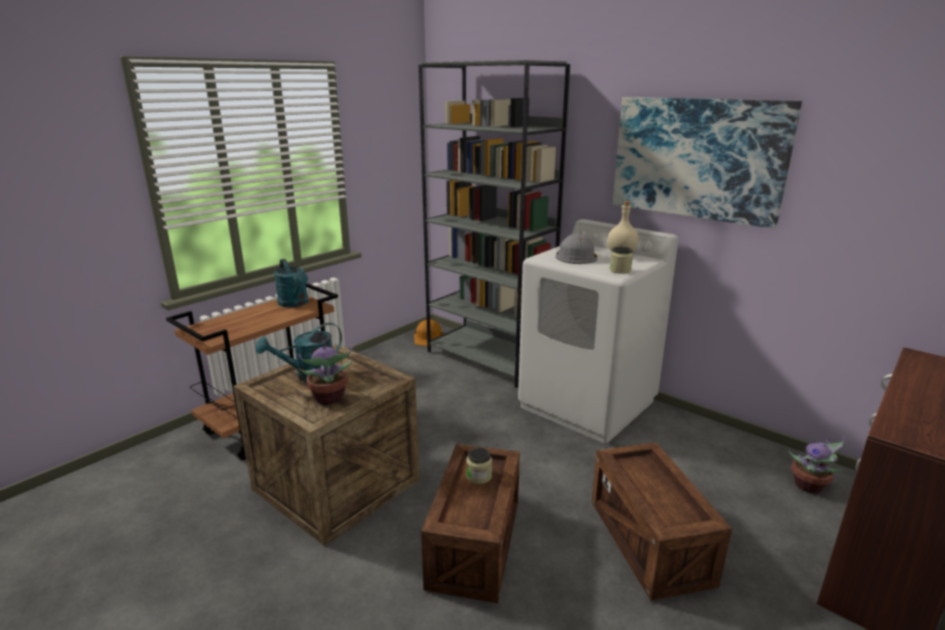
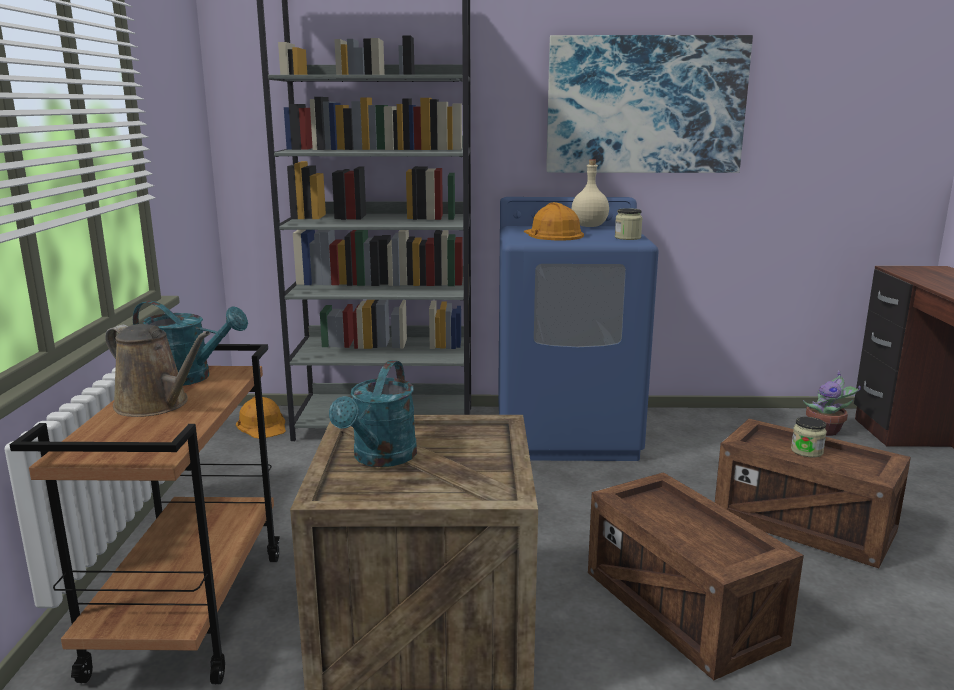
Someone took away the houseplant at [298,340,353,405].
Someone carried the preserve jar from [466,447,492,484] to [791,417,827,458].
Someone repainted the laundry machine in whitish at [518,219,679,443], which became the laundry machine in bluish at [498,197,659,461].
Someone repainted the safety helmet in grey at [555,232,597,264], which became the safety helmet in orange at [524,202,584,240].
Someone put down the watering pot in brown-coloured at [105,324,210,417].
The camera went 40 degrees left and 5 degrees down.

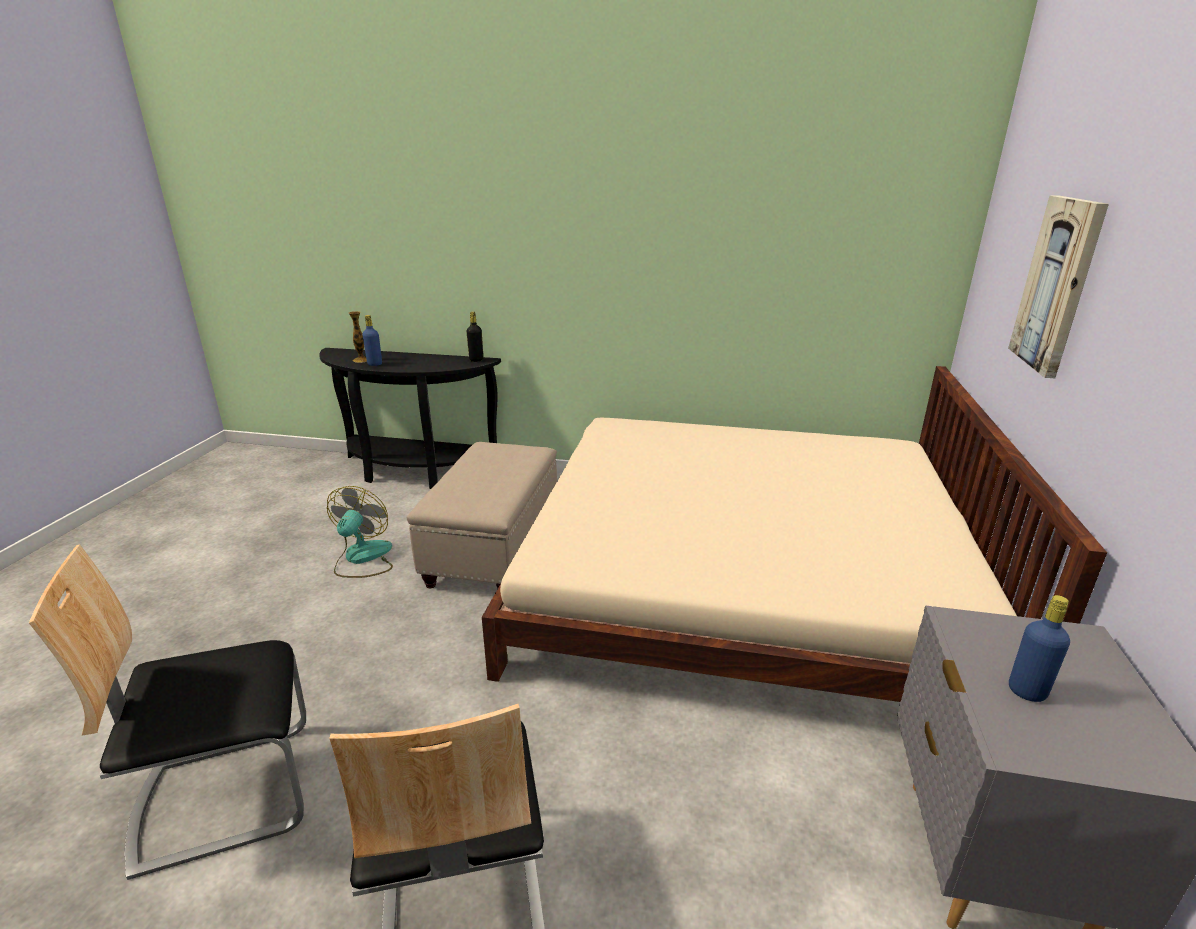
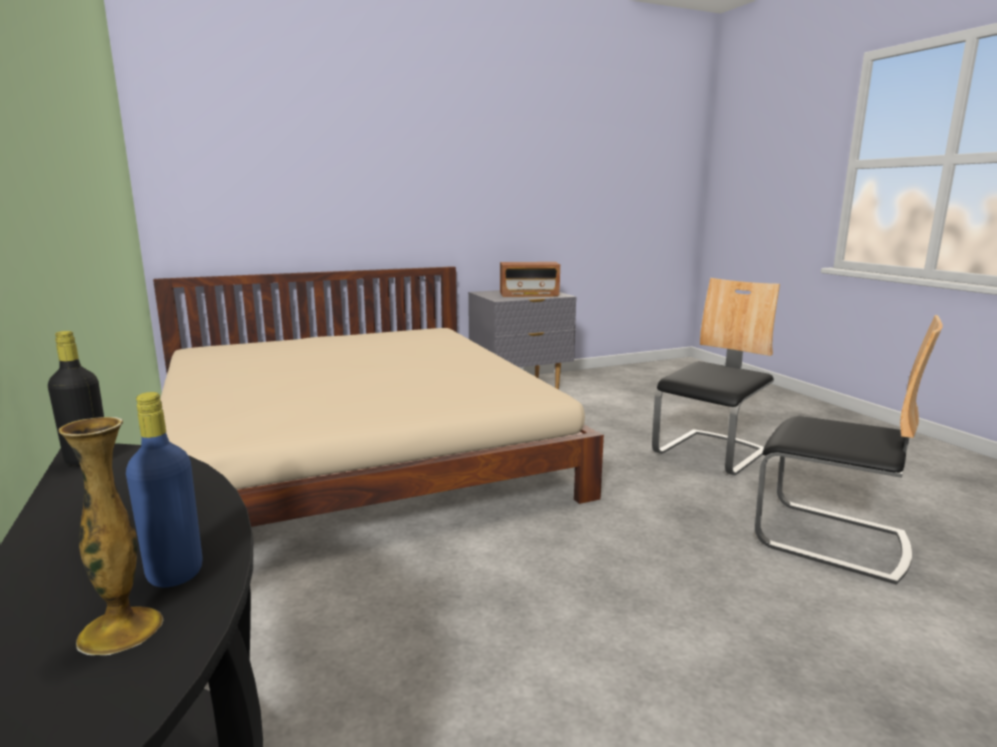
Someone took away the electric fan at [327,486,393,578].
Someone took away the footrest in sand-coloured at [406,442,557,589].
Someone took away the picture at [1008,195,1109,378].
Someone swapped the beverage bottle in bluish at [1009,595,1070,702] for the radio at [500,262,560,297].
The camera went 125 degrees left and 10 degrees down.

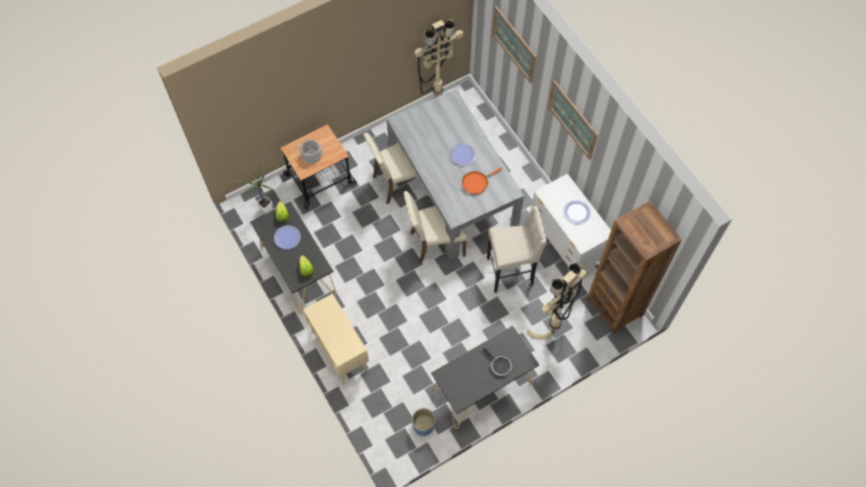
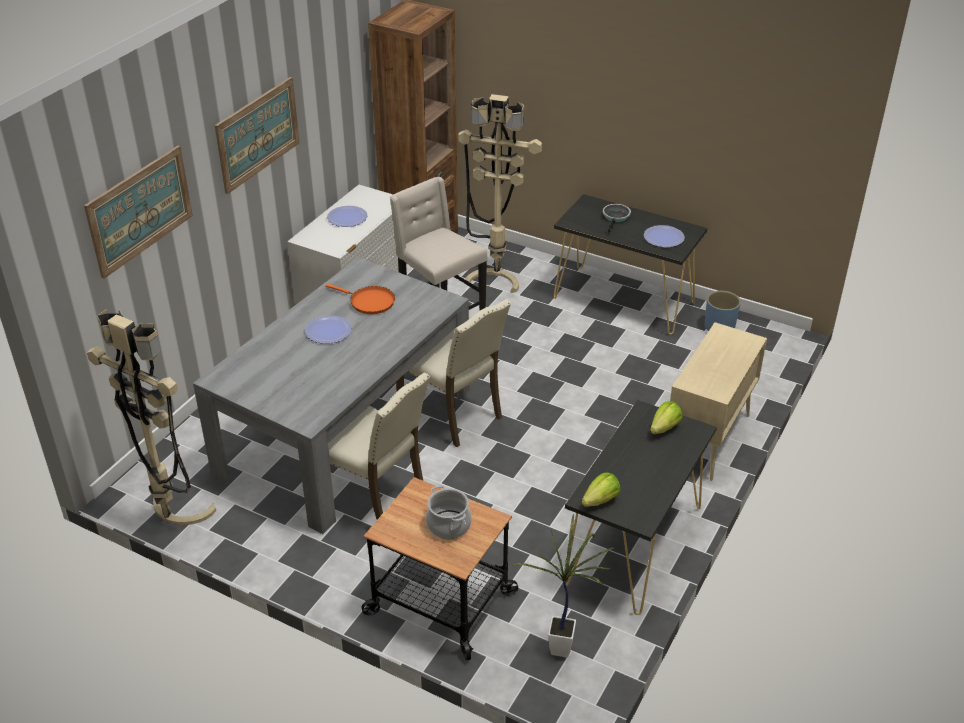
Someone carried the plate from [274,226,301,249] to [644,225,685,247].
The camera went 120 degrees left and 25 degrees down.

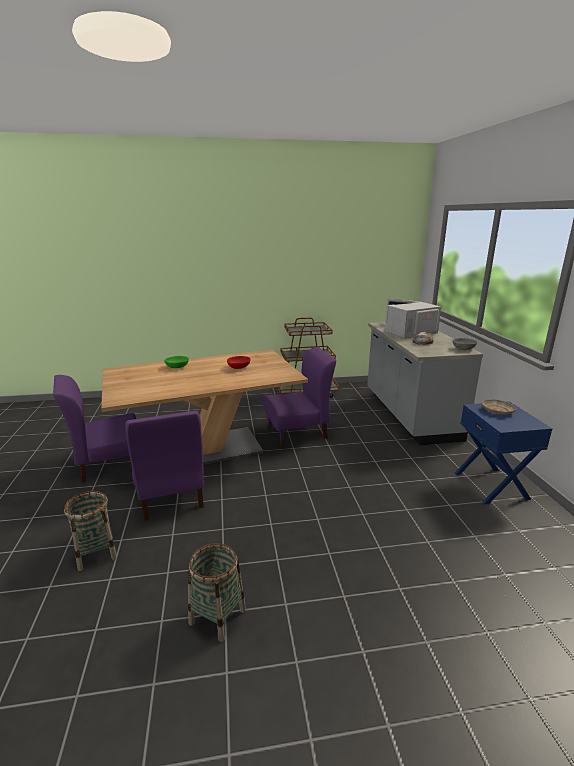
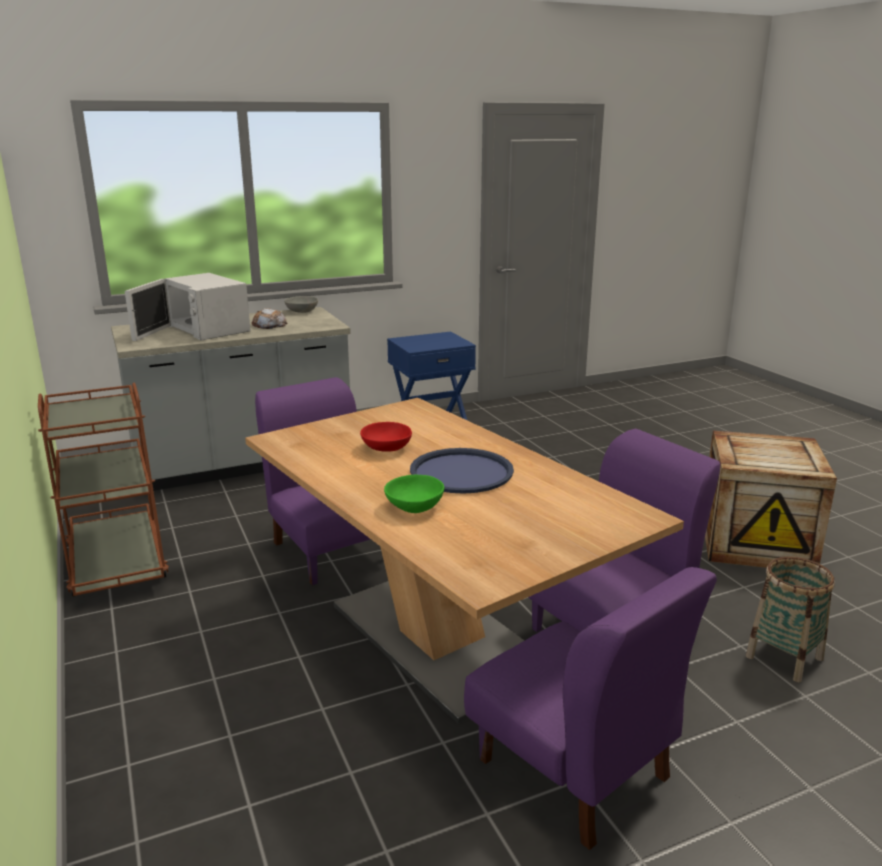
Someone swapped the basket at [188,543,246,642] for the shipping crate at [705,431,837,568].
Someone took away the plate in sand-coloured at [482,399,516,415].
Someone put down the carrying tray in bluish at [410,448,514,494].
The camera went 105 degrees left and 0 degrees up.

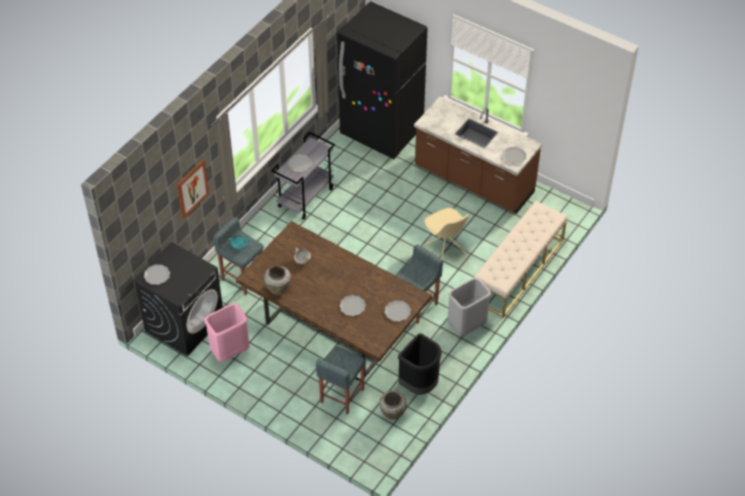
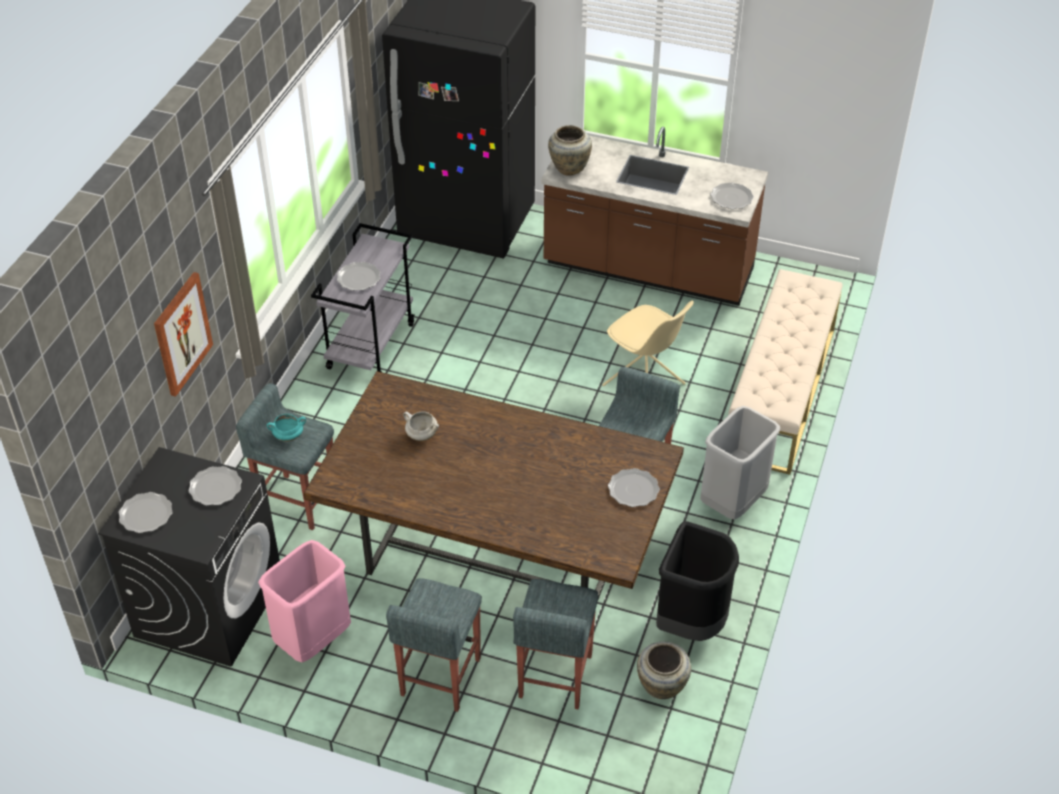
Someone carried the flower vase in sand-coloured from [264,265,291,295] to [548,125,592,176].
Someone carried the plate from [339,295,366,316] to [188,466,242,506].
Someone put down the sitting stool in grey at [386,578,482,712].
The camera went 15 degrees left and 5 degrees down.

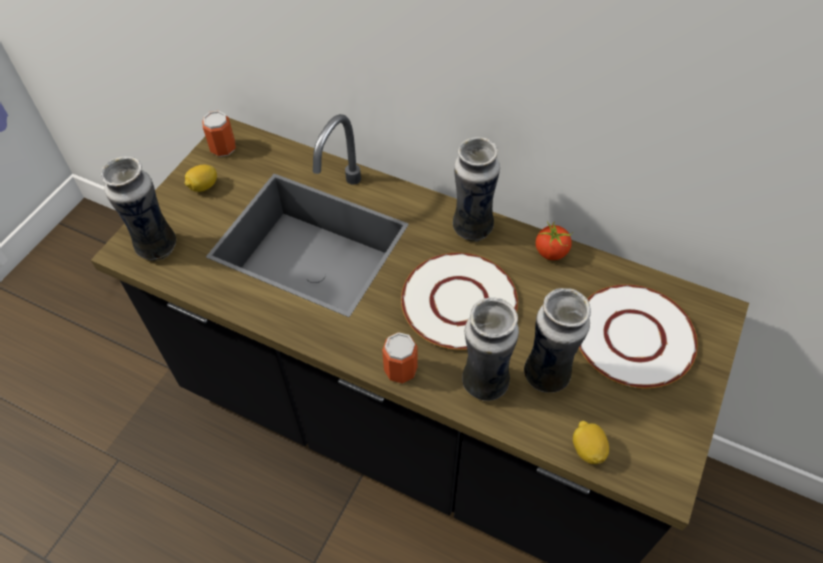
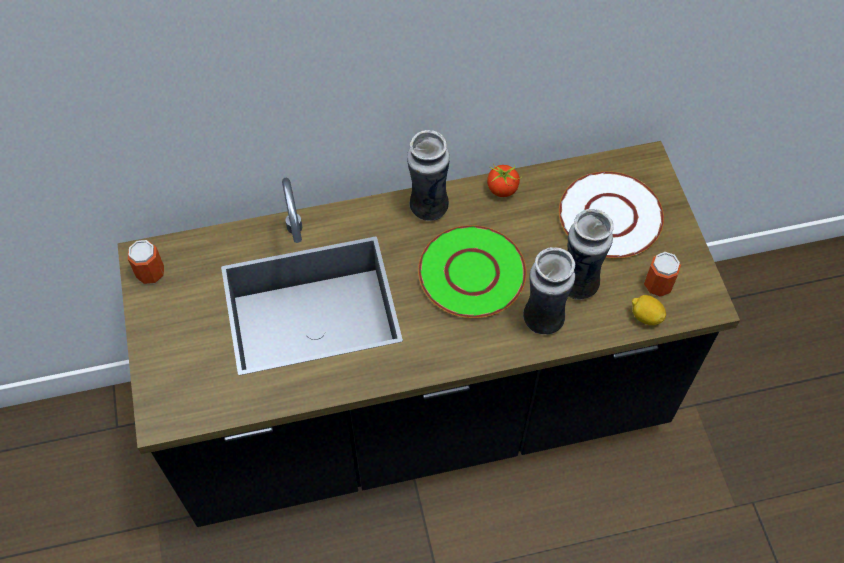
Someone took away the flower vase at [100,157,176,261].
Someone took away the lemon at [185,165,217,192].
Someone carried the metal can from [382,332,418,383] to [644,252,681,297].
Someone repainted the plate in whitish at [401,253,518,350], which became the plate in green at [418,225,526,318].
The camera went 40 degrees left and 5 degrees up.

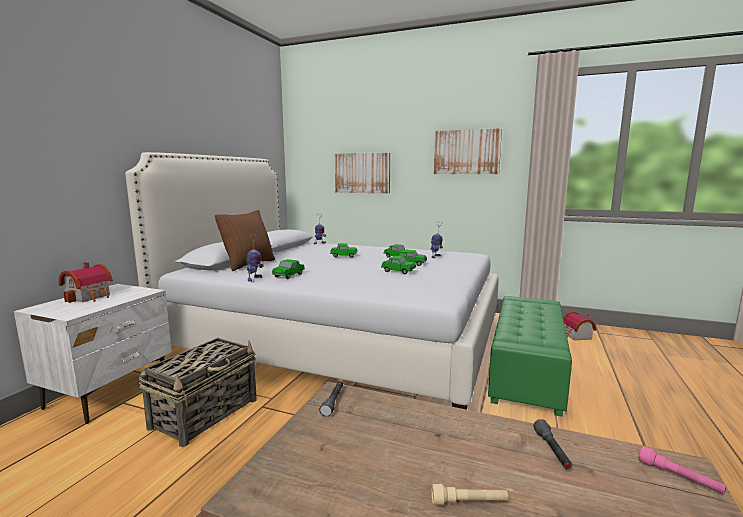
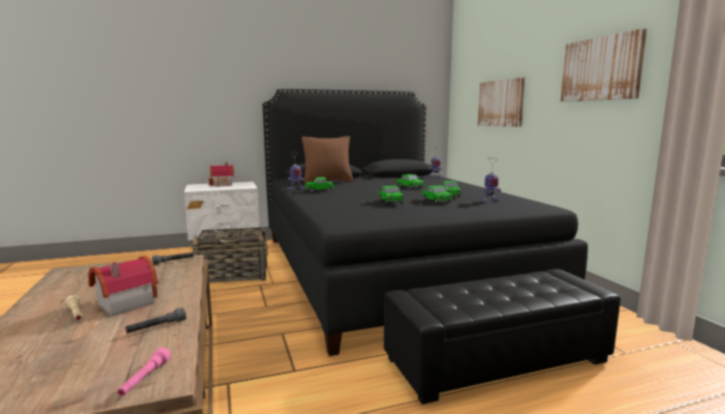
Someone repainted the bed in whitish at [125,152,498,410], which became the bed in blackish at [263,89,588,356].
Someone repainted the footrest in green at [488,296,572,417], which became the footrest in blackish at [384,269,621,404].
Someone carried the miniature house from [563,312,597,341] to [88,256,158,316].
The camera went 50 degrees right and 0 degrees up.

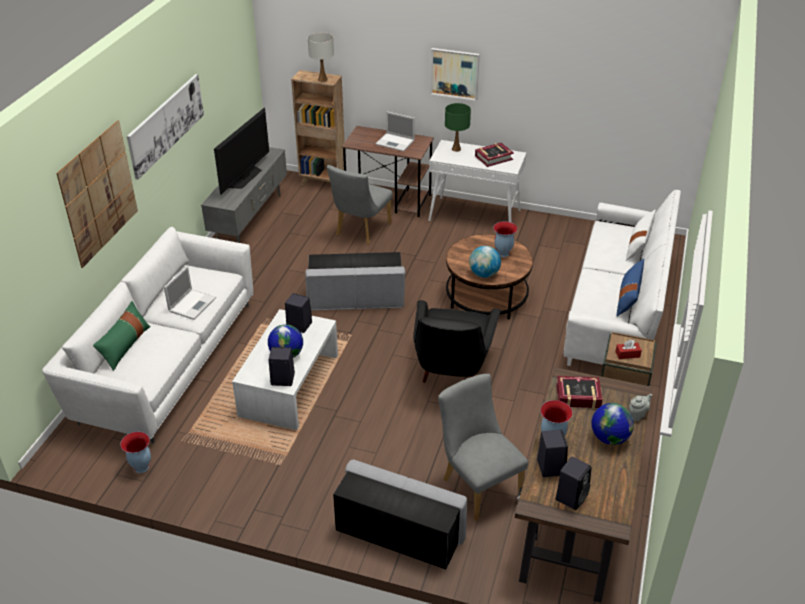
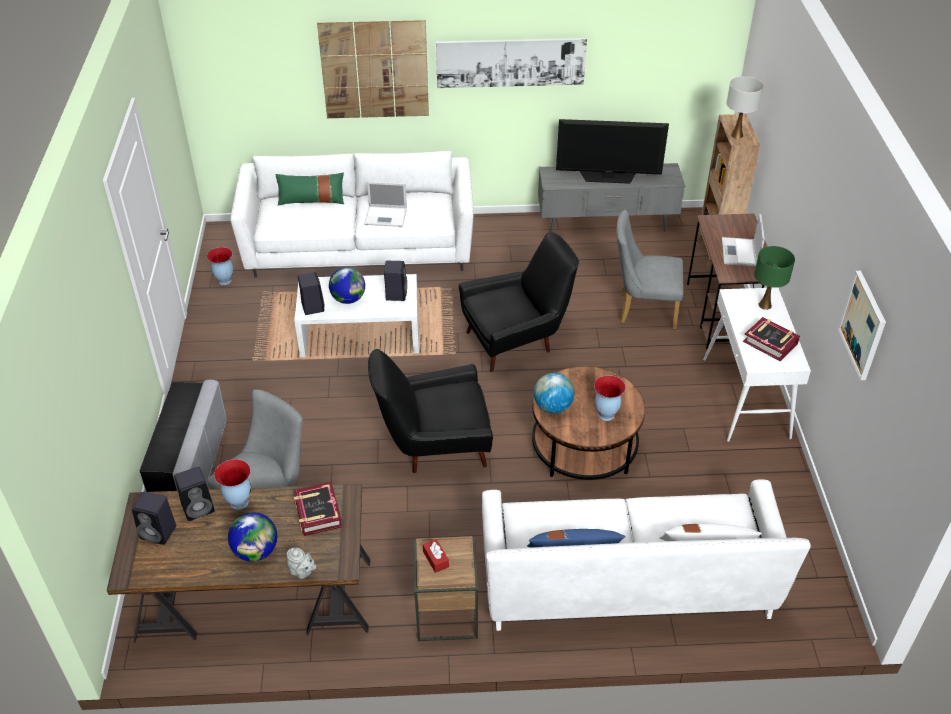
Someone swapped the footrest in grey at [305,252,405,311] for the lounge chair in blackish at [459,232,579,372].
Someone carried the picture from [430,48,480,101] to [838,271,886,380].
The camera went 70 degrees right and 5 degrees up.

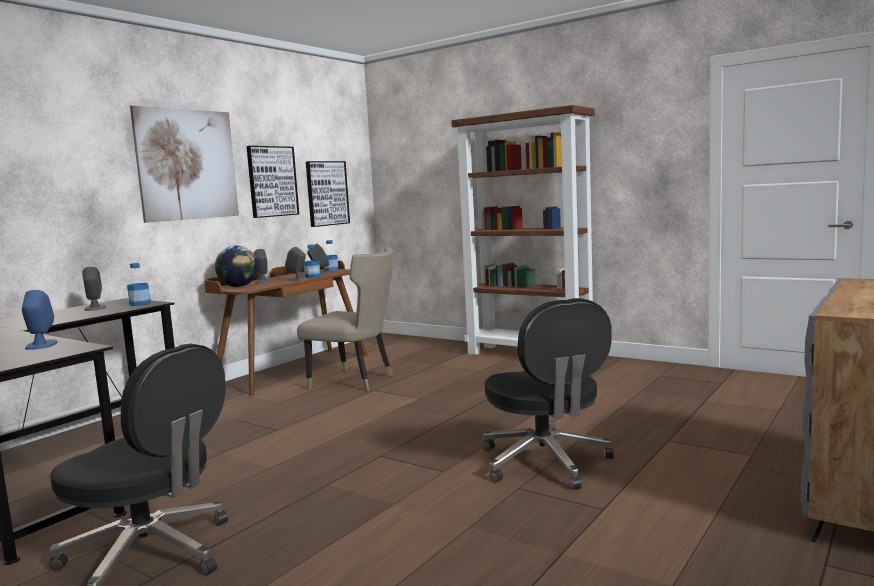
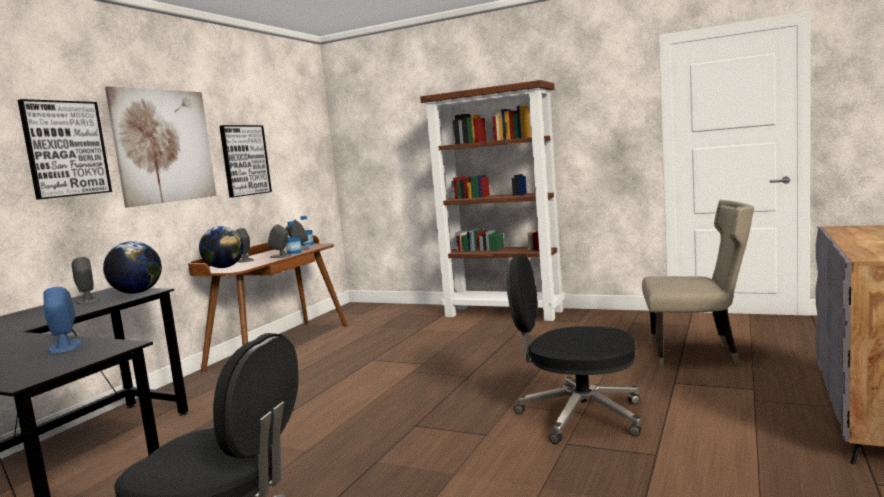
Someone swapped the beverage bottle at [127,263,151,306] for the globe at [103,241,162,294].
Someone carried the chair in sand-coloured from [297,248,393,391] to [642,200,754,370].
Someone carried the picture from [306,161,350,227] to [18,99,112,200].
Someone rotated the office chair in blackish at [483,298,614,489] by 135 degrees clockwise.
The camera went 10 degrees left and 0 degrees up.

